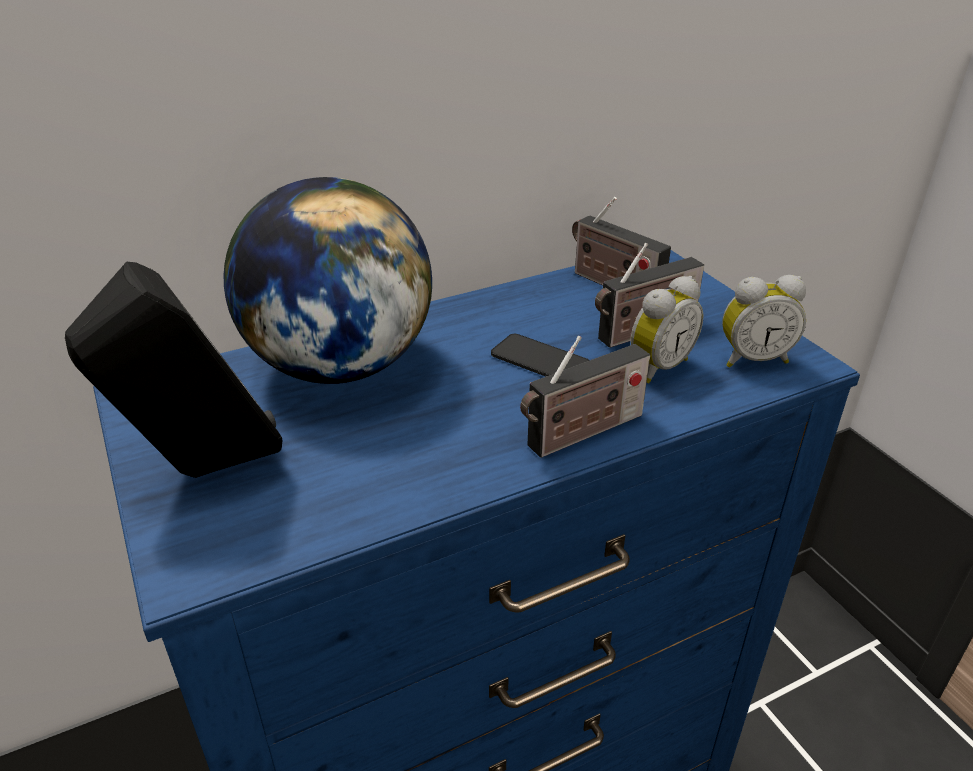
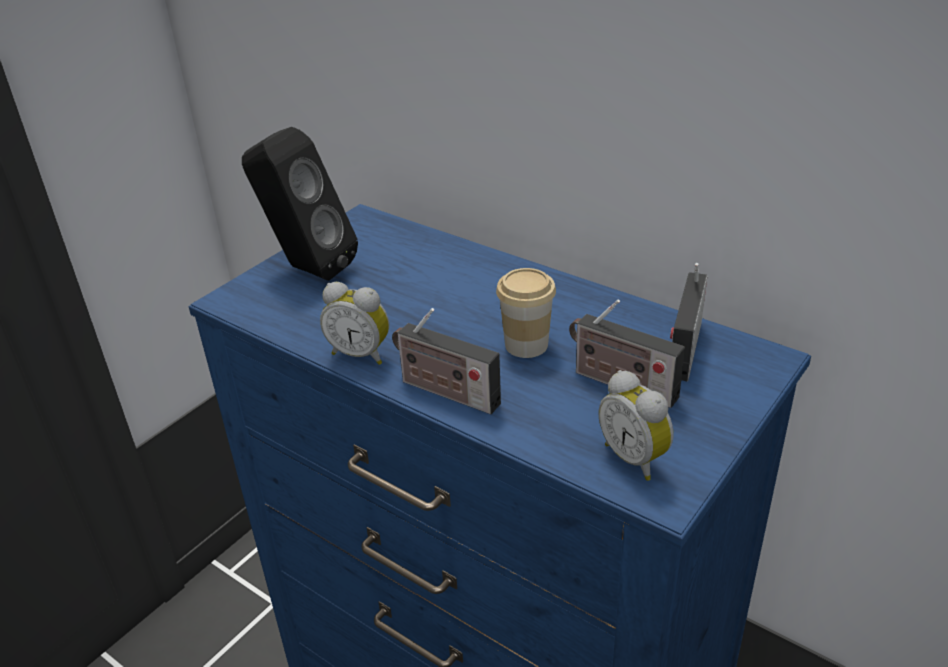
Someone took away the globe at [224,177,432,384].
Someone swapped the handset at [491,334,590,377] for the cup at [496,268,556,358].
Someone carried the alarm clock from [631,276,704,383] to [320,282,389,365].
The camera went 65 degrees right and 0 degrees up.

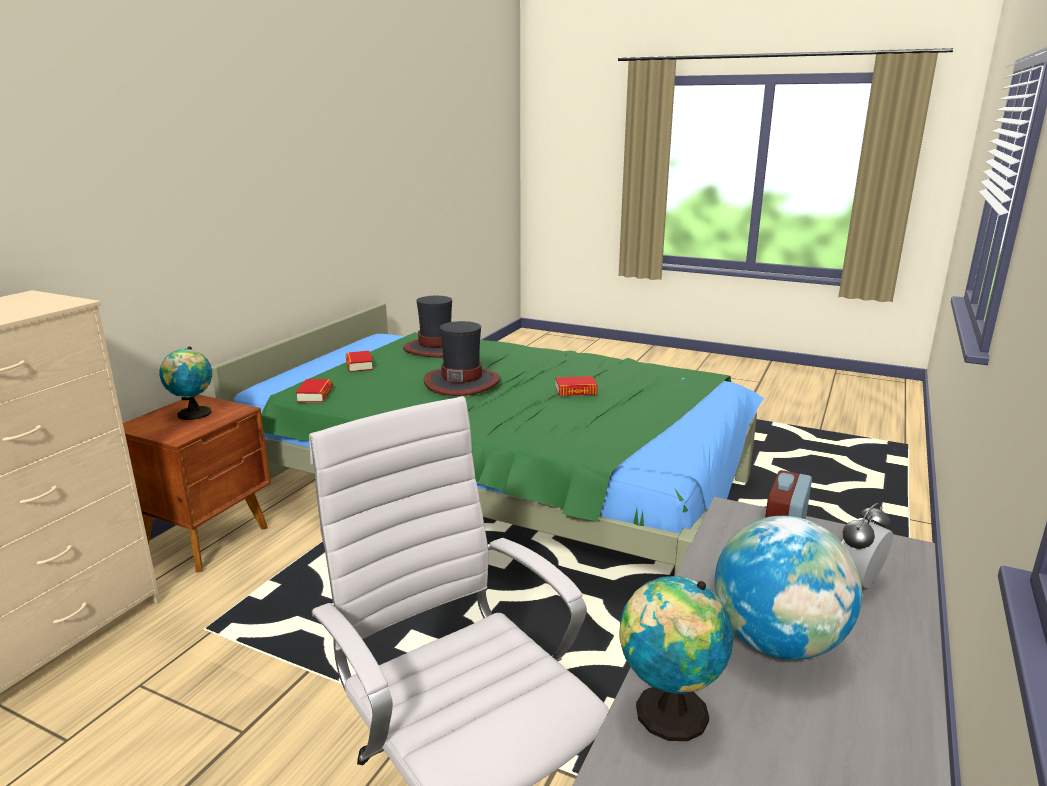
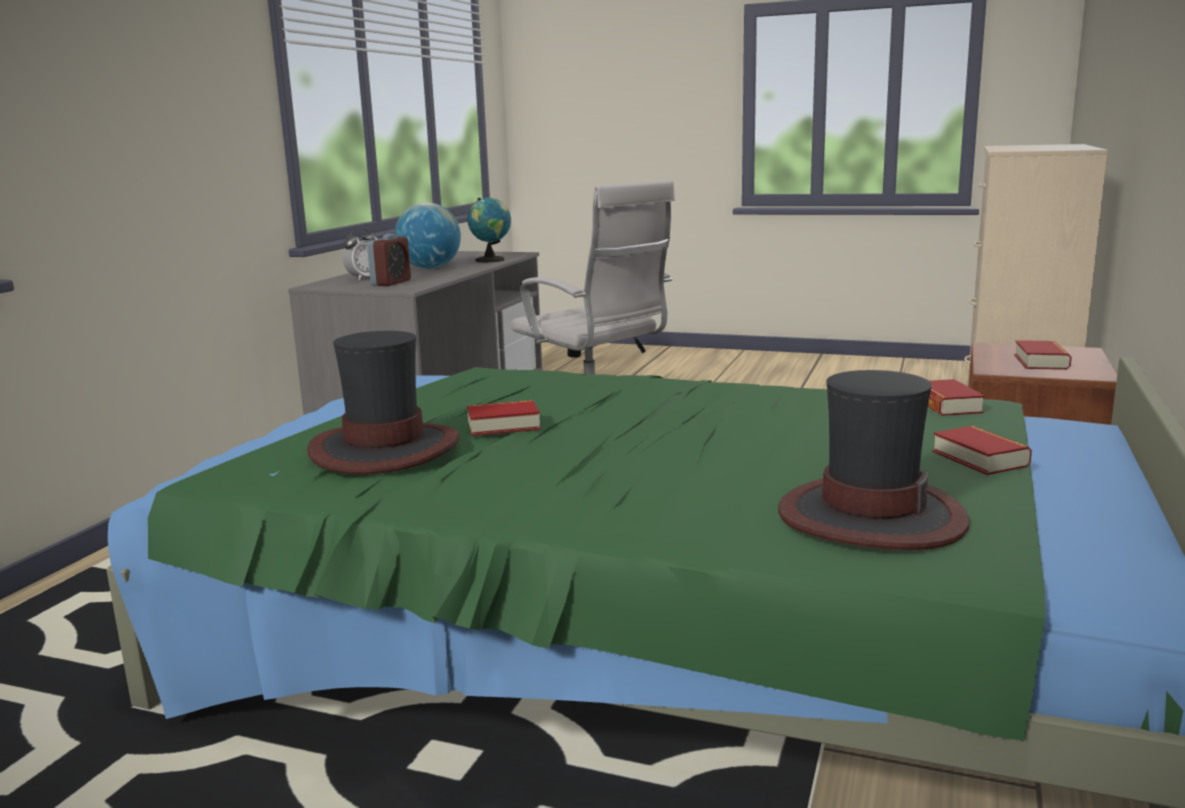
Someone swapped the globe at [160,346,212,420] for the bound book at [1014,340,1072,370].
Someone carried the wearable hat from [423,321,500,396] to [307,331,460,475].
The camera went 175 degrees right and 5 degrees down.

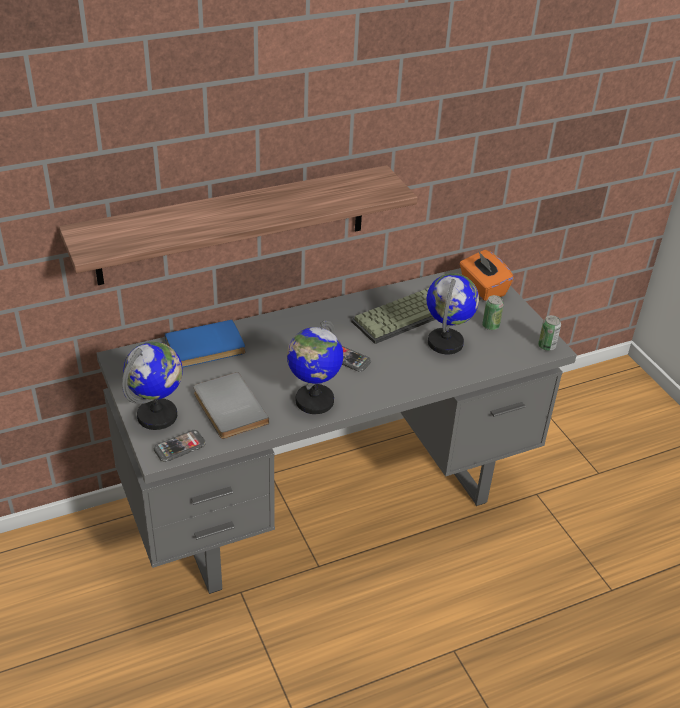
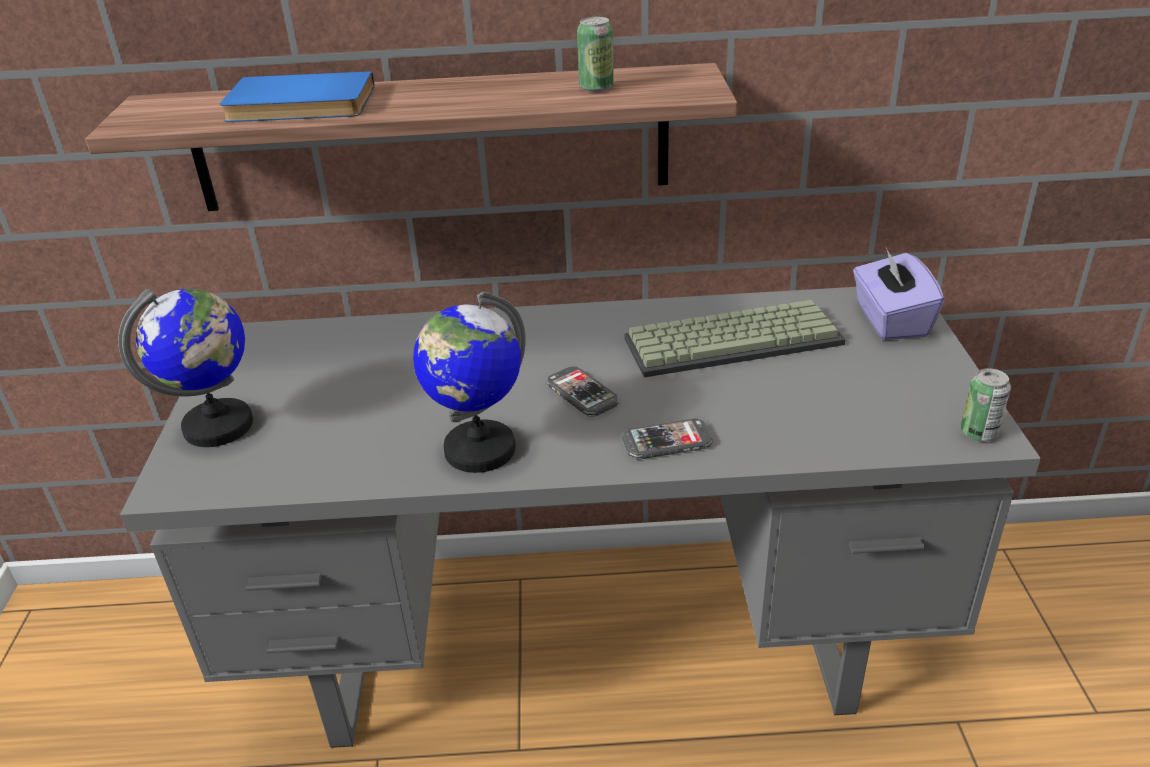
Someone carried the handset from [154,430,206,462] to [622,418,713,460].
Someone carried the bound book in bluish from [165,320,246,368] to [220,71,375,122].
Someone took away the bound book in grey at [194,372,270,439].
Someone took away the globe at [427,273,479,354].
Someone repainted the tissue box in orange at [460,250,514,301], which became the tissue box in purple at [853,247,944,340].
Someone carried the metal can from [482,295,504,330] to [577,17,614,92].
The camera went 25 degrees right and 5 degrees down.

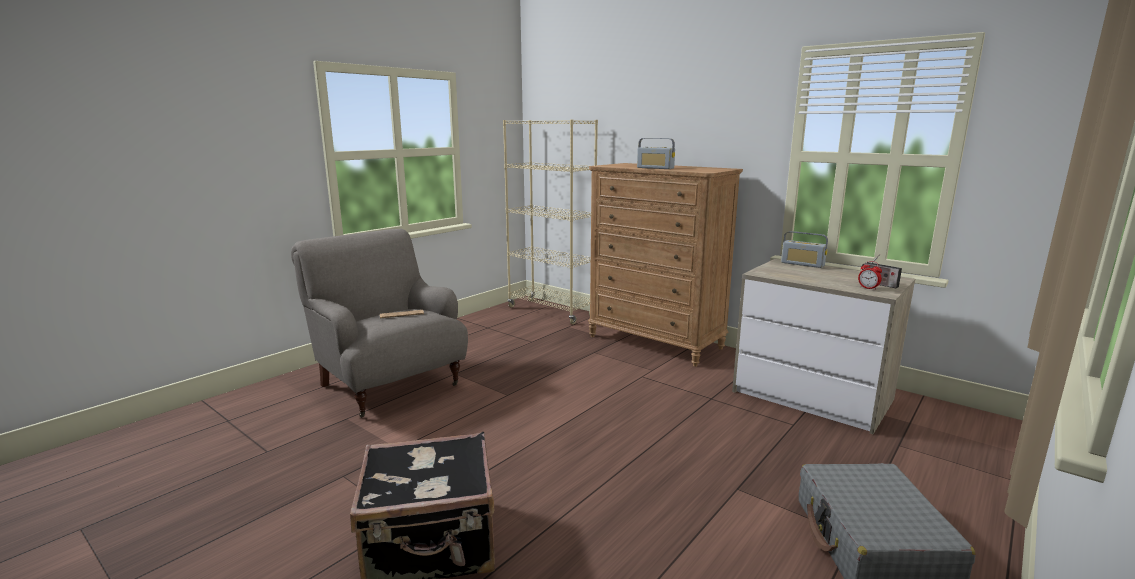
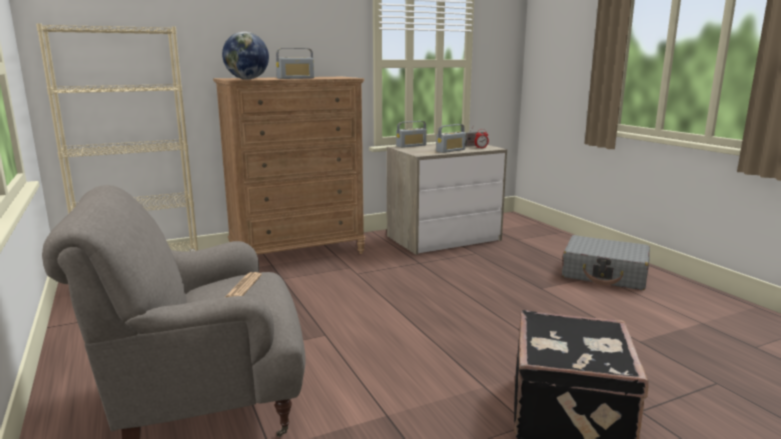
Someone put down the globe at [222,32,269,79].
Someone put down the radio at [436,124,466,153].
The camera went 65 degrees left and 0 degrees up.

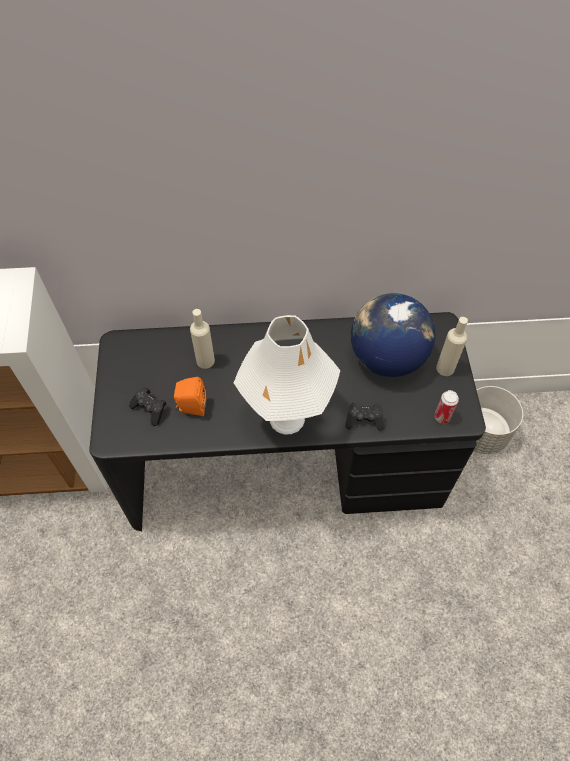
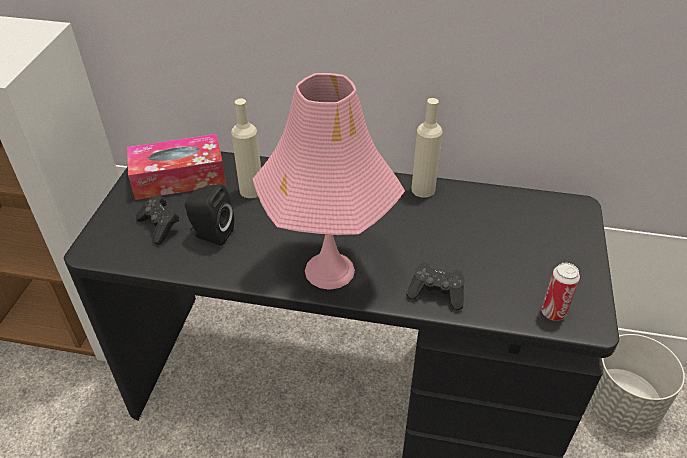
Someone repainted the speaker in orange at [174,377,207,416], which became the speaker in blackish at [185,184,234,246].
Someone repainted the lamp for a table in whitish at [234,315,341,435], which became the lamp for a table in pinkish at [253,73,405,290].
Someone took away the globe at [351,293,436,377].
Someone carried the beverage bottle in sand-coloured from [436,317,468,376] to [411,98,443,198].
Someone put down the tissue box at [127,134,226,200].
The camera went 15 degrees right and 15 degrees down.

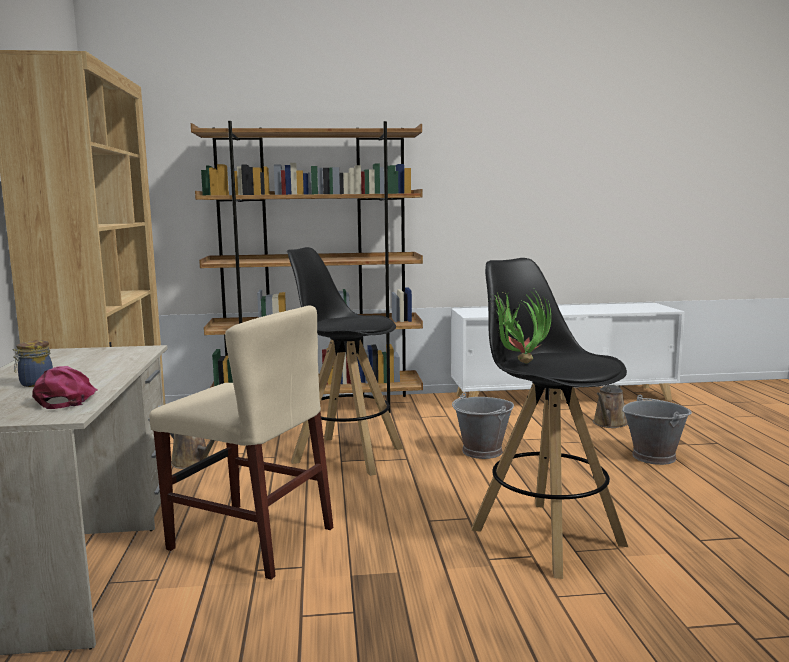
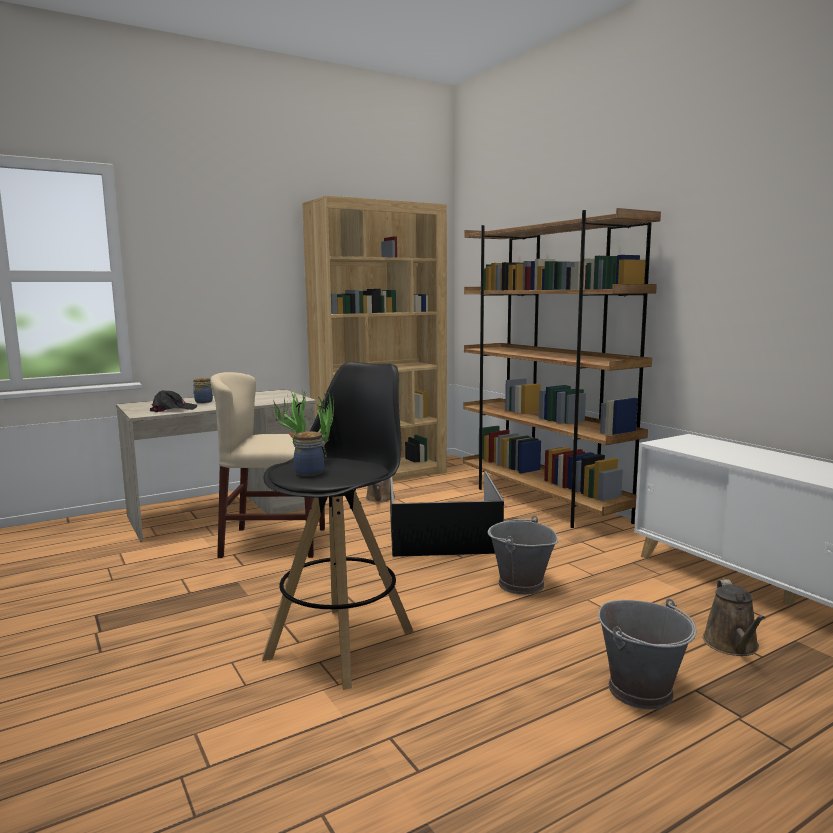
Someone repainted the peaked cap in pinkish at [32,366,98,409], which became the peaked cap in blackish at [150,390,197,412].
Someone rotated the chair in sand-coloured at [149,305,333,580] by 90 degrees clockwise.
Someone swapped the sitting stool in blackish at [287,247,403,476] for the storage bin in blackish at [390,471,504,557].
Someone rotated the watering pot in brown-coloured at [593,384,628,428] by 90 degrees counterclockwise.
Someone put down the preserve jar at [294,431,327,476].
The camera went 65 degrees right and 0 degrees up.

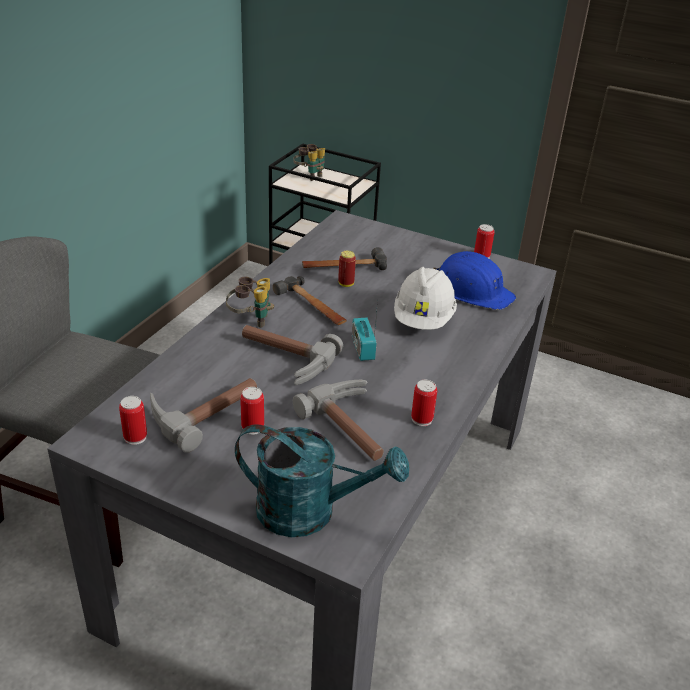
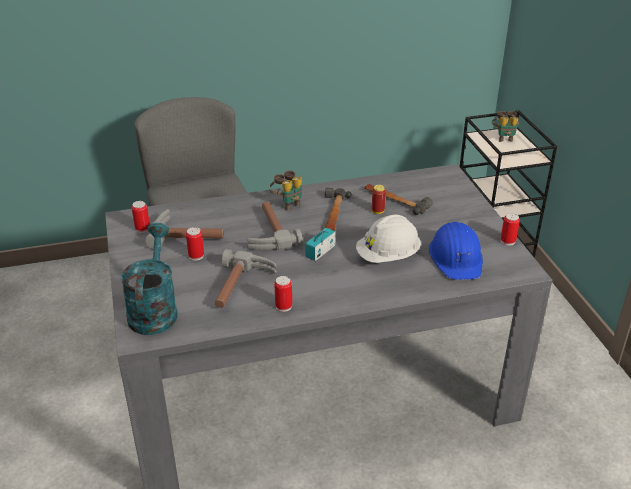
Someone rotated the watering pot in turquoise-coloured at [235,424,409,537] by 150 degrees counterclockwise.
The camera went 50 degrees right and 0 degrees up.

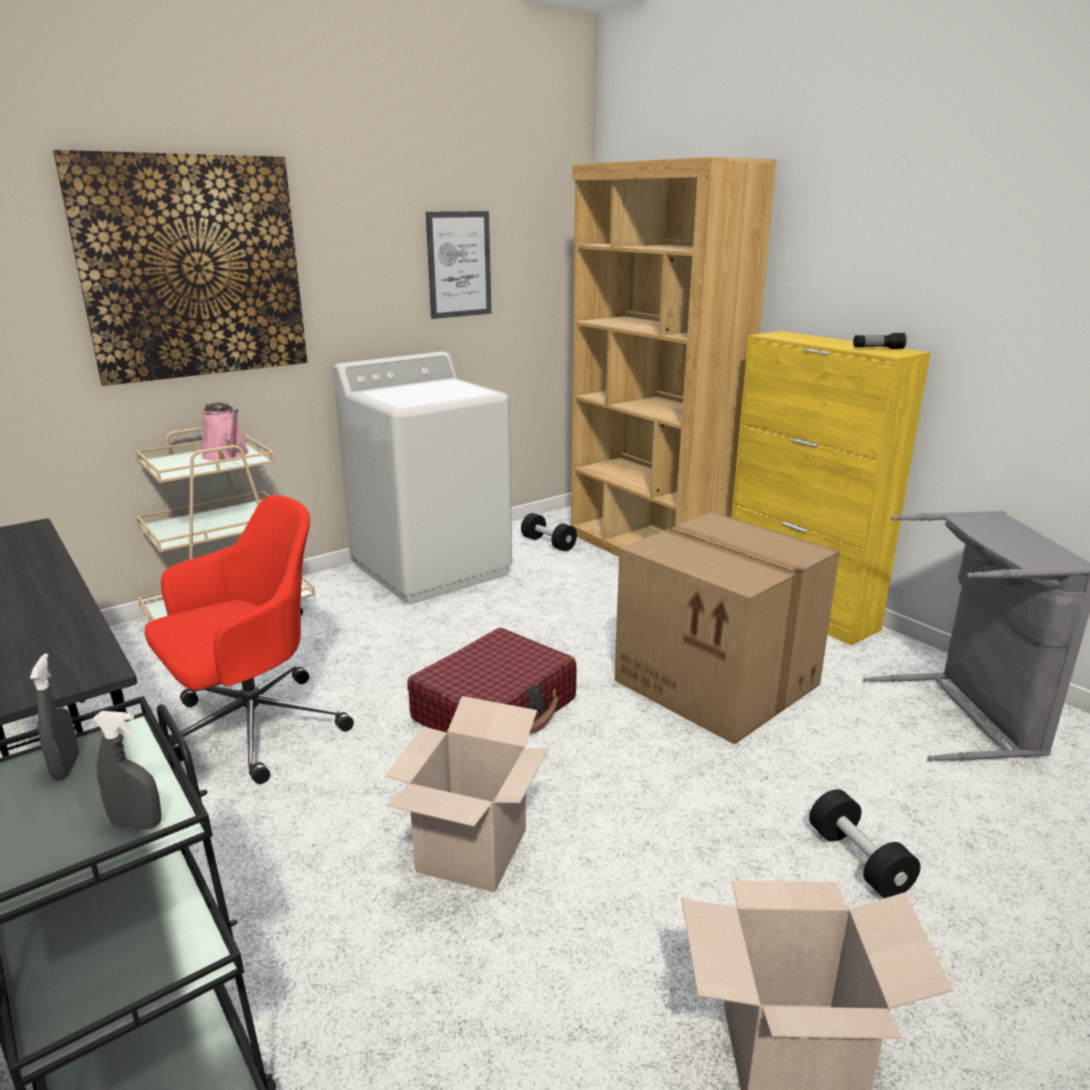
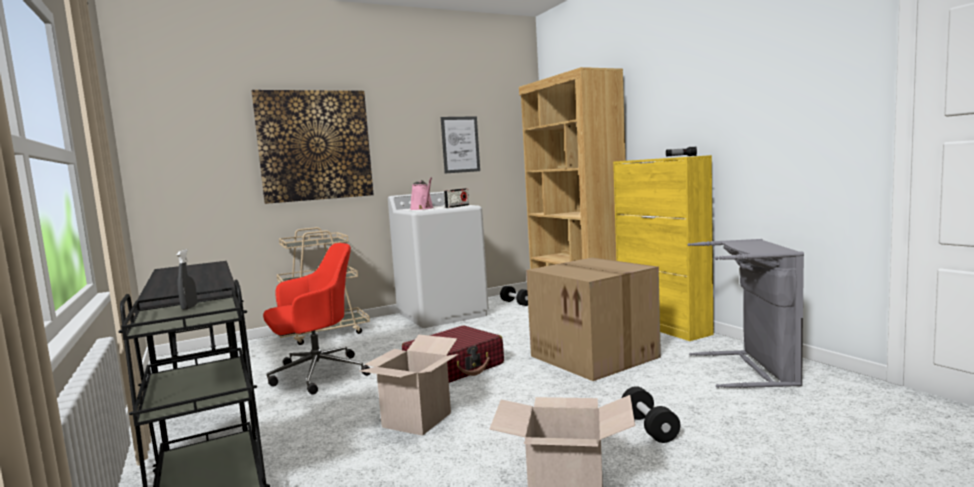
Someone took away the sprayer in grey at [92,711,161,829].
Someone carried the watering pot in pinkish from [202,402,249,461] to [410,178,433,210].
Someone put down the radio at [444,188,469,208].
The camera went 10 degrees right and 15 degrees down.

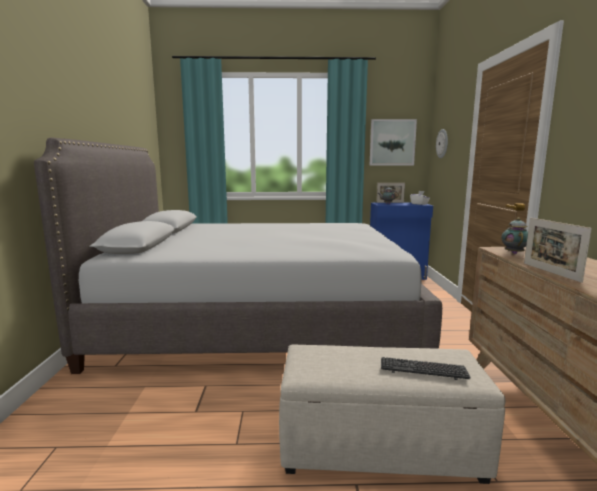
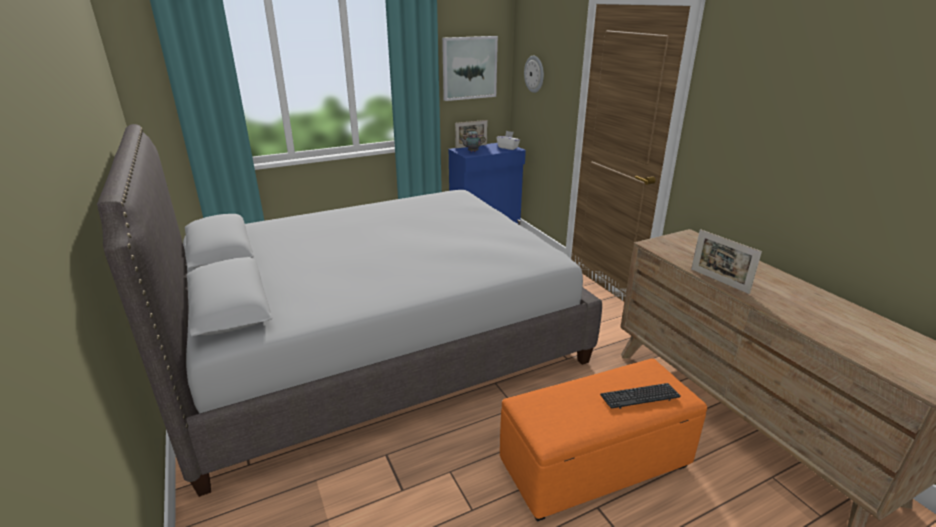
Someone repainted the footrest in sand-coloured at [279,344,505,484], which became the footrest in orange at [500,359,707,522].
Someone took away the teapot at [501,218,528,254].
The camera went 25 degrees left and 15 degrees up.

